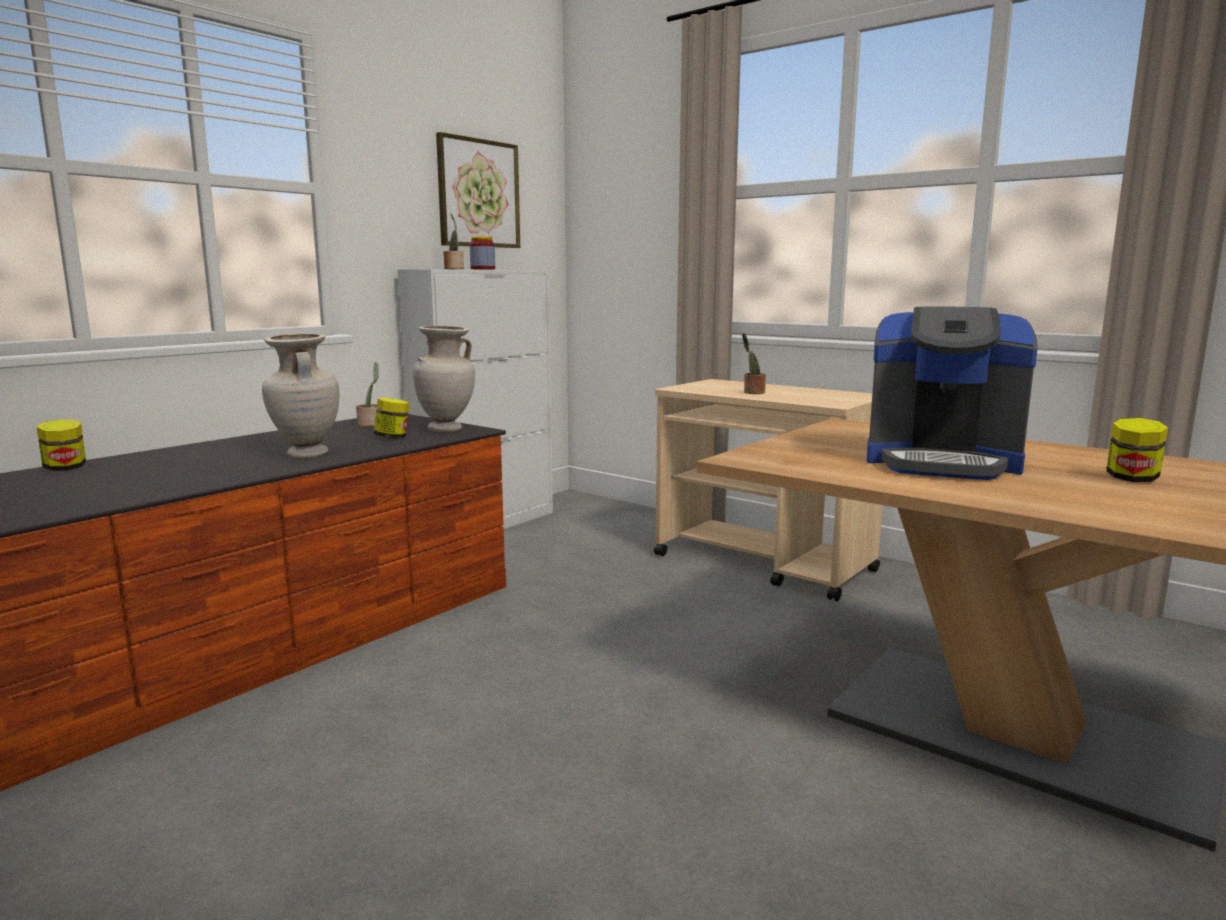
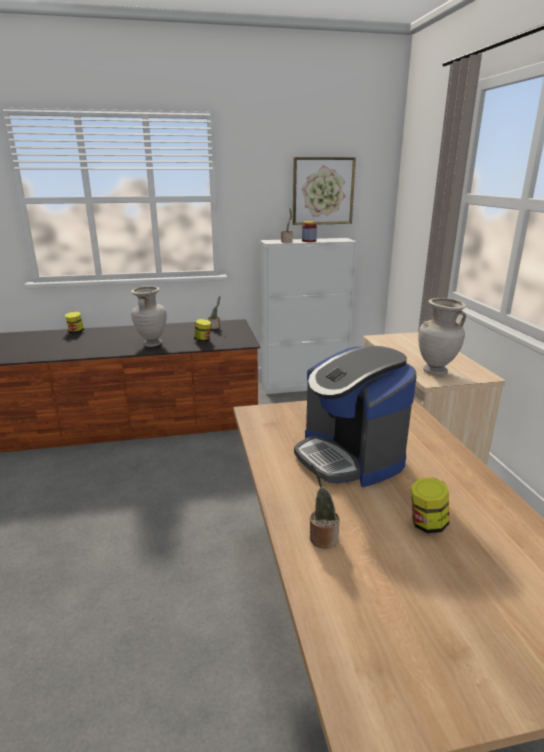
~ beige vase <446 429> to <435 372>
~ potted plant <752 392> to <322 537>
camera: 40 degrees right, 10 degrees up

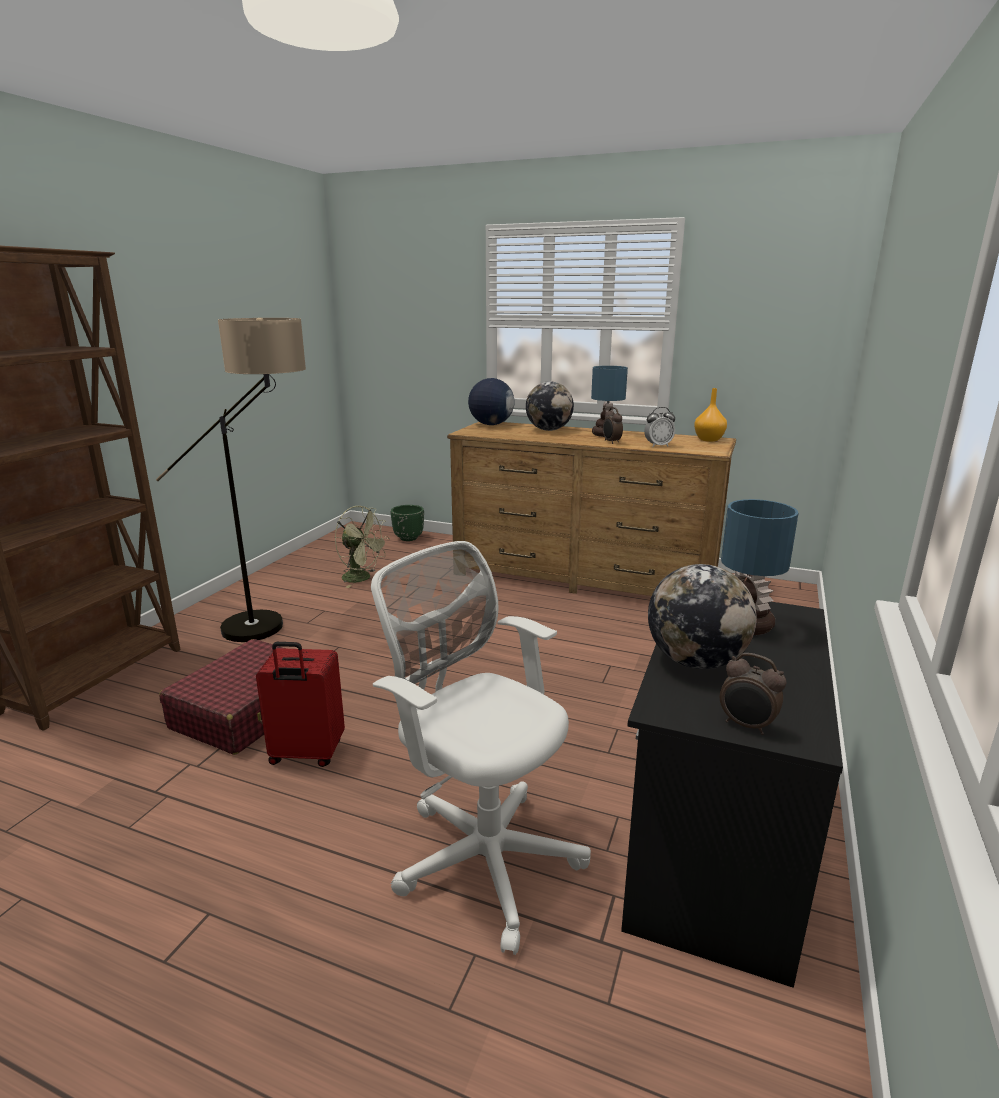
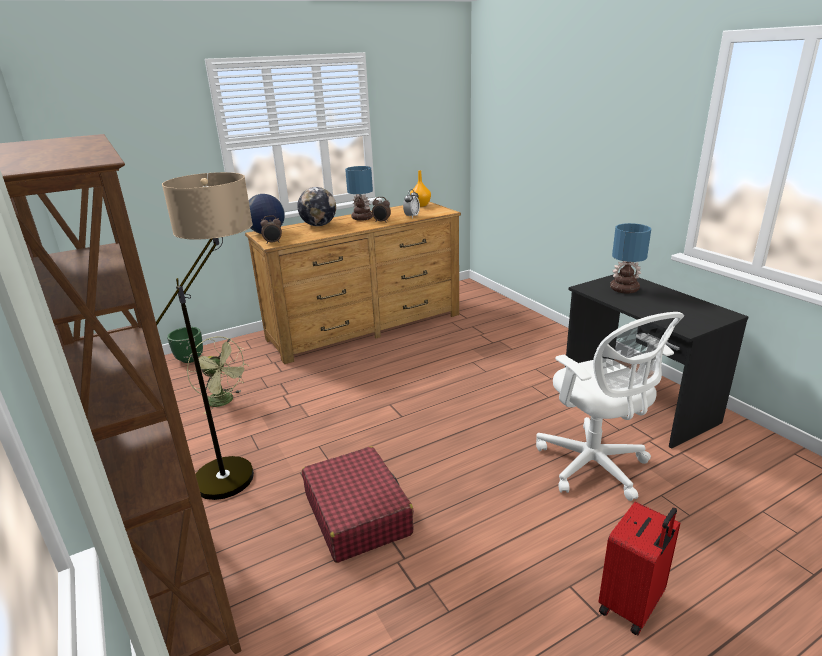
~ green fan <362 578> = <224 401> 60 degrees clockwise
~ white office chair <482 854> = <594 467> 105 degrees counterclockwise
- globe <695 662>
~ red suitcase <306 754> to <632 605>
~ alarm clock <746 725> to <273 243>
camera: 50 degrees left, 5 degrees up

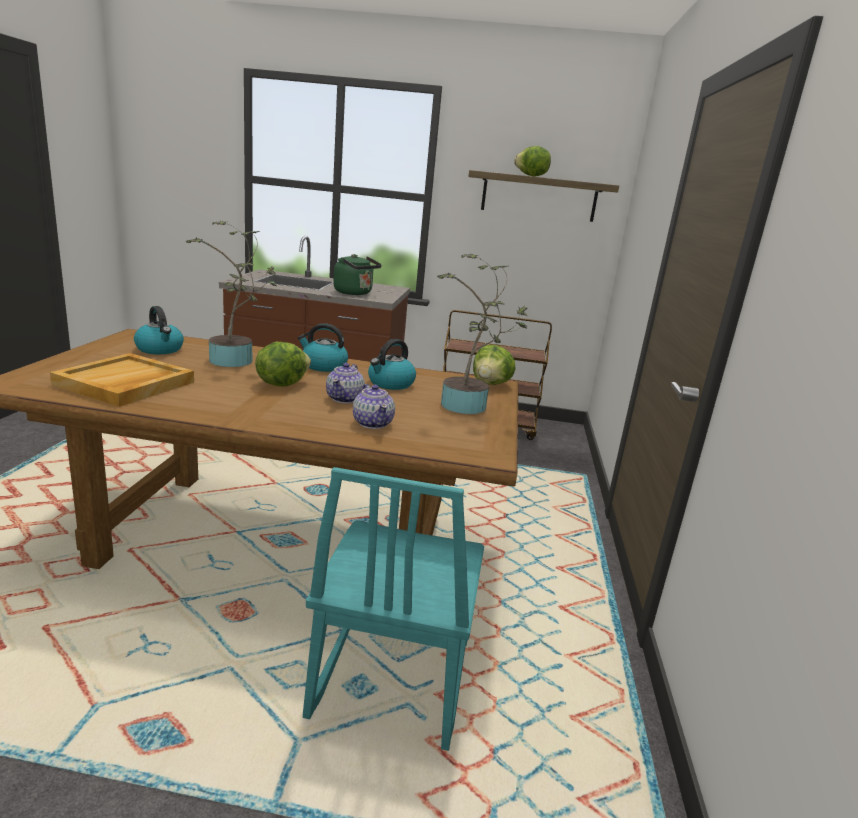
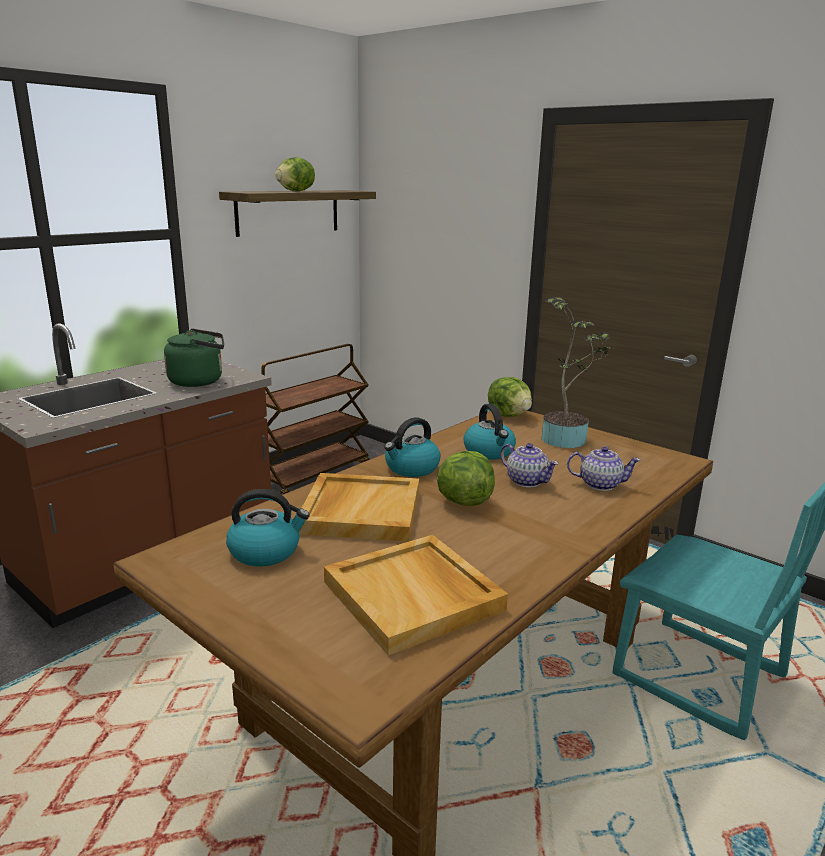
~ potted plant <236 361> to beige tray <360 510>
camera: 55 degrees left, 0 degrees up

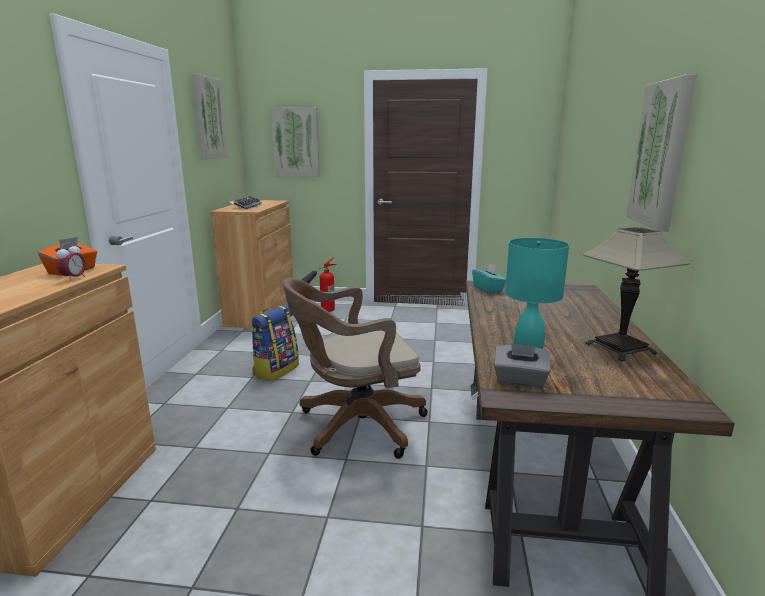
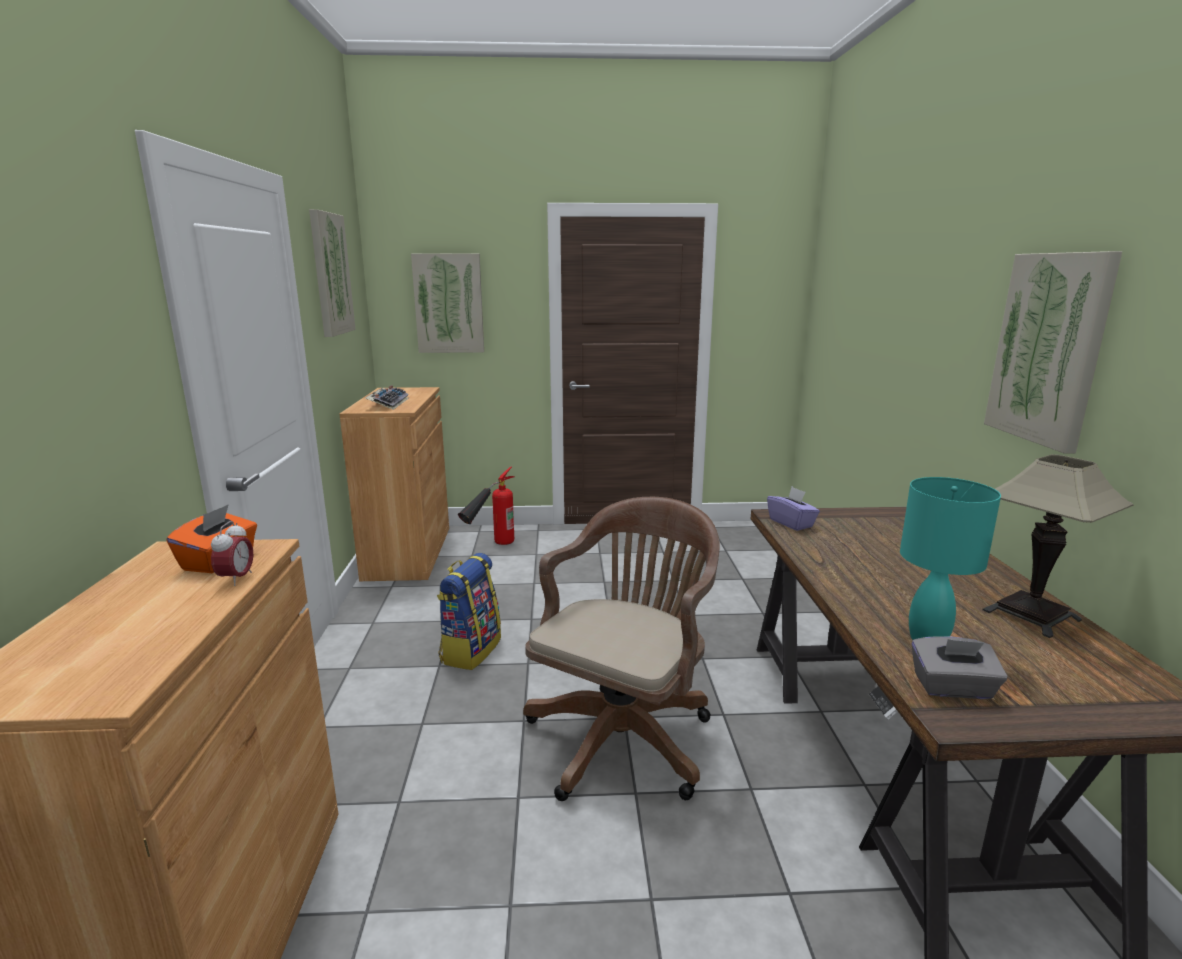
~ turquoise tissue box <488 289> to purple tissue box <791 523>
~ brown office chair <355 426> = <624 734> 150 degrees clockwise
camera: 10 degrees left, 0 degrees up

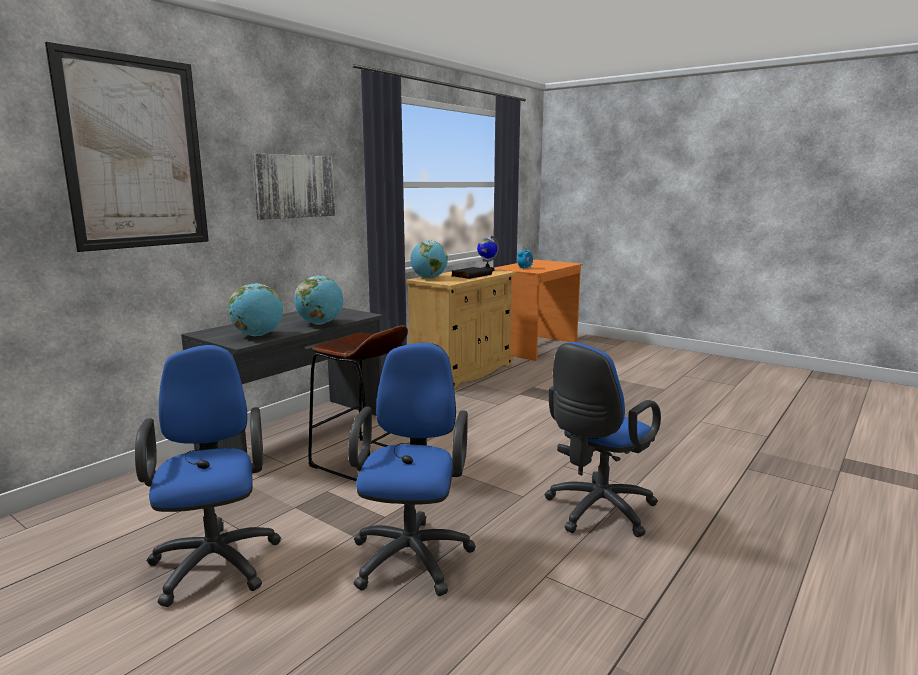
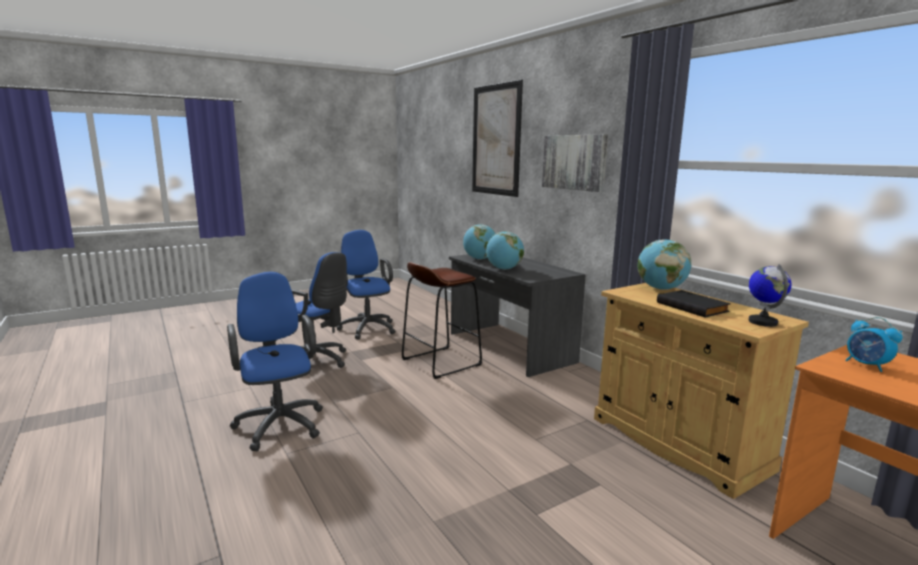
~ blue office chair <216 559> = <366 328> 120 degrees counterclockwise
camera: 110 degrees right, 0 degrees up

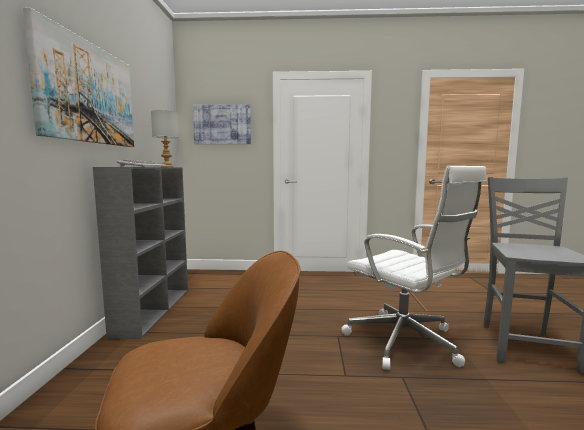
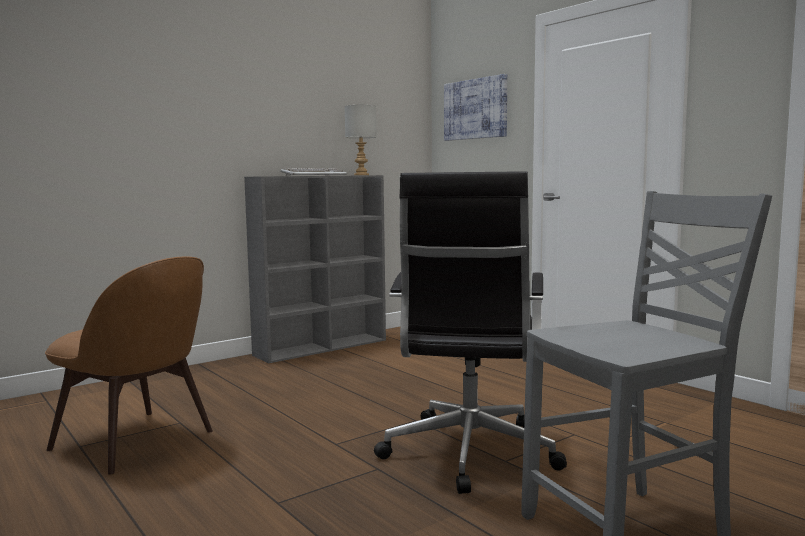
- picture <88 93>
~ white office chair <406 343> to black office chair <468 454>
camera: 50 degrees right, 0 degrees up

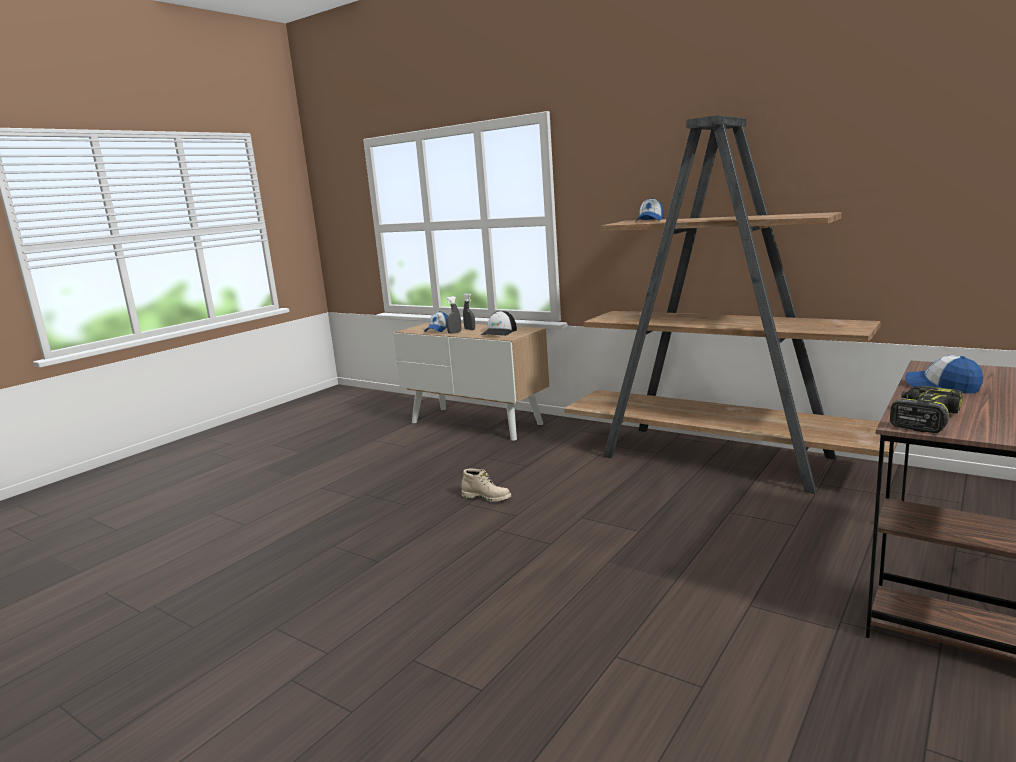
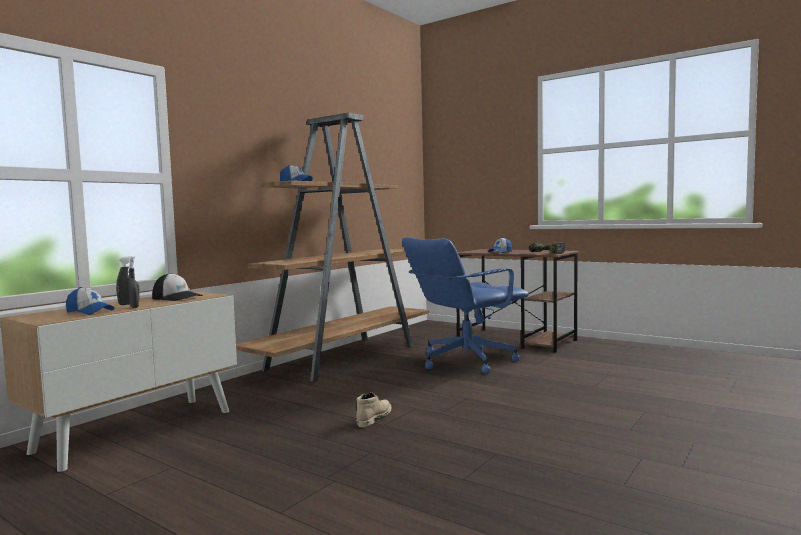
+ blue office chair <465 361>
camera: 90 degrees left, 10 degrees down

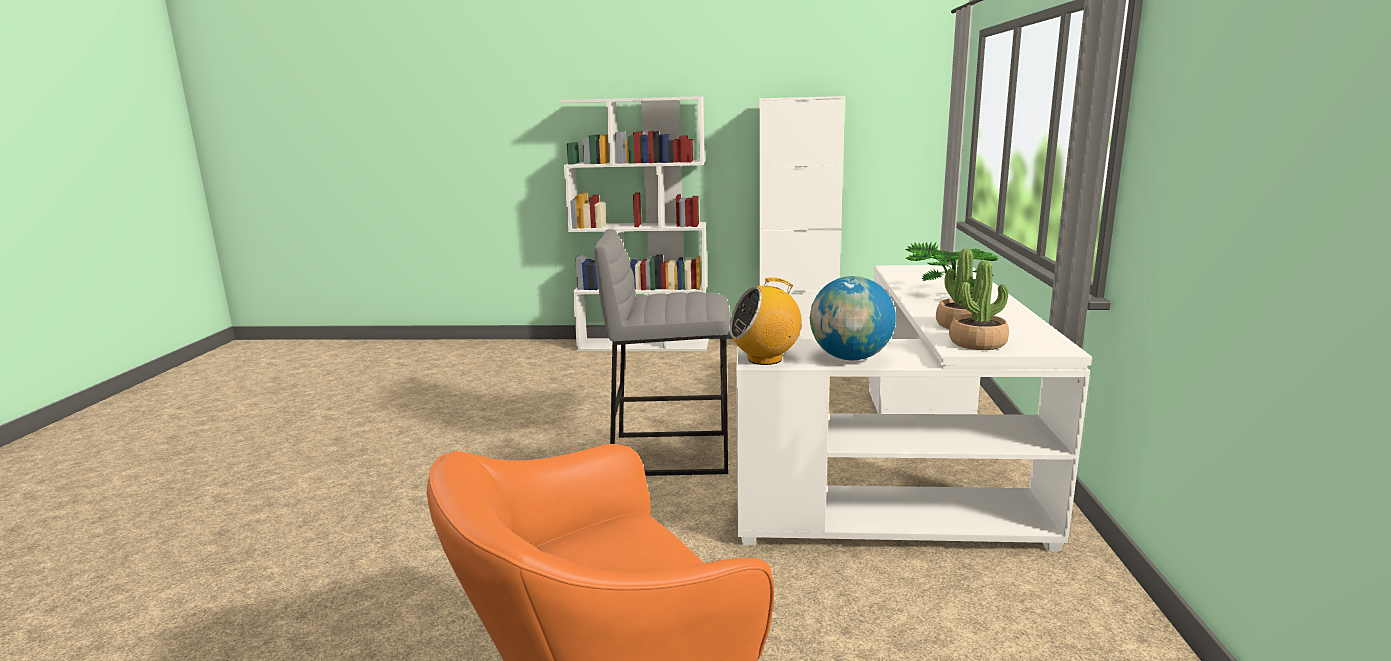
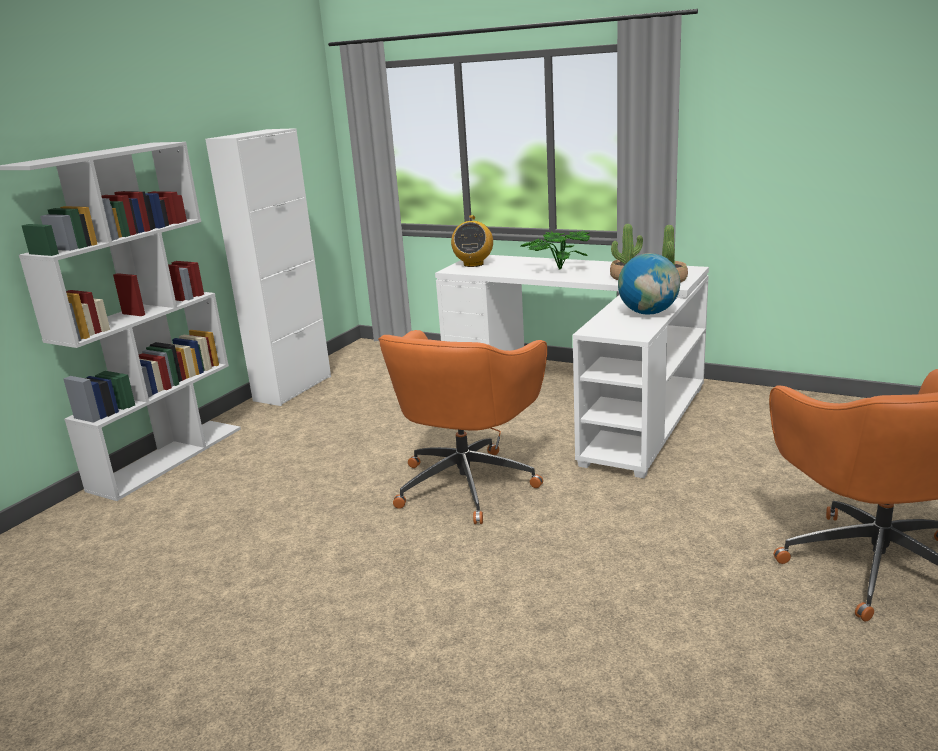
~ grey stool <670 453> to orange office chair <467 483>
~ radio <765 359> to <473 264>
camera: 65 degrees left, 5 degrees up

